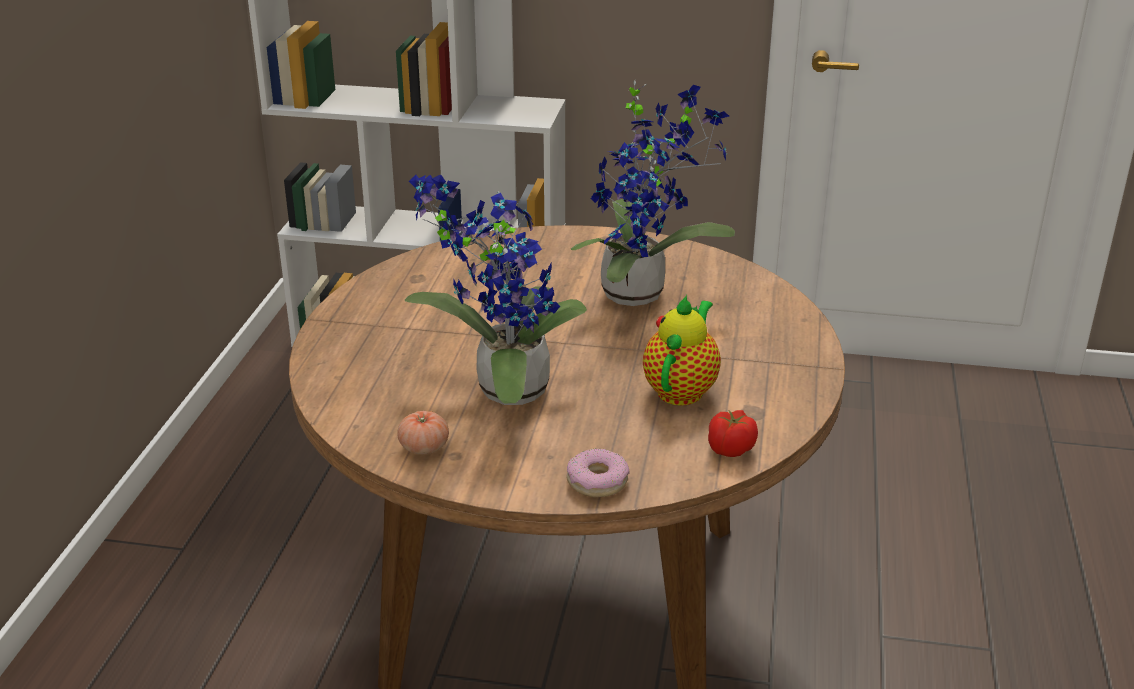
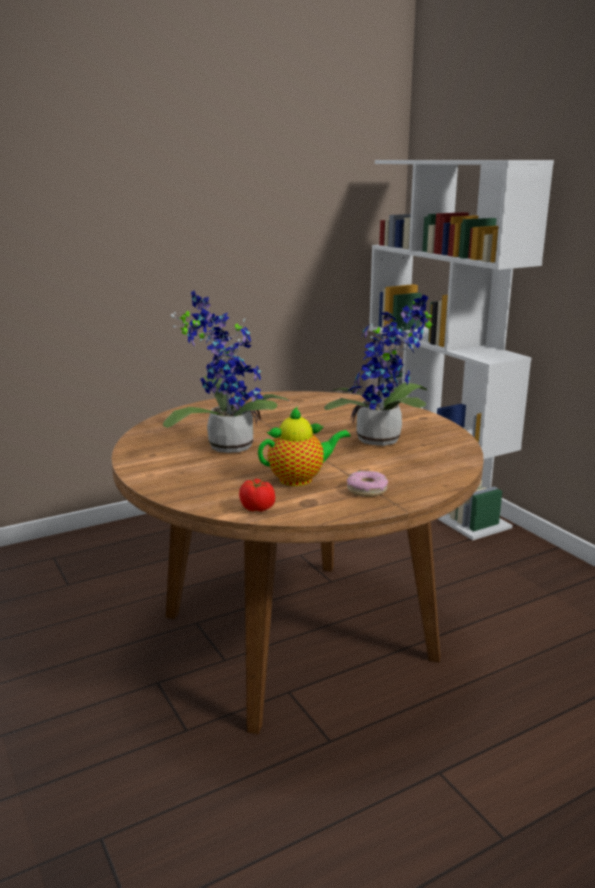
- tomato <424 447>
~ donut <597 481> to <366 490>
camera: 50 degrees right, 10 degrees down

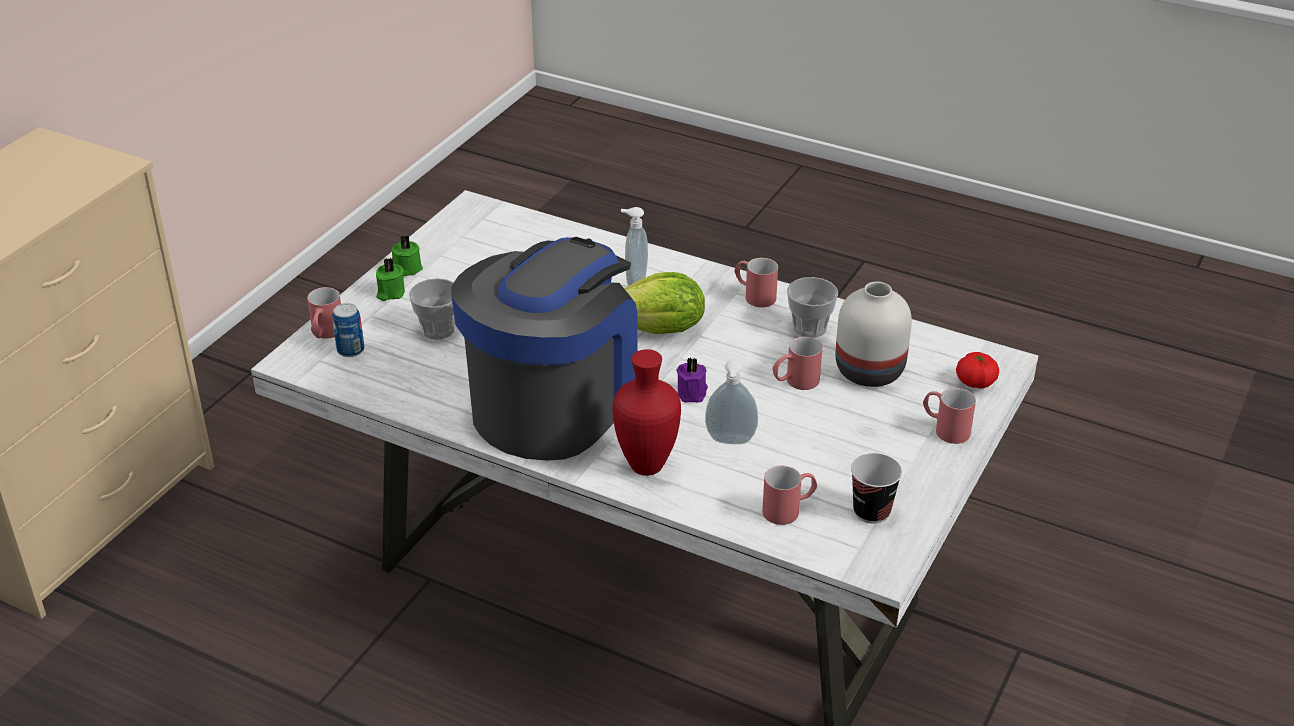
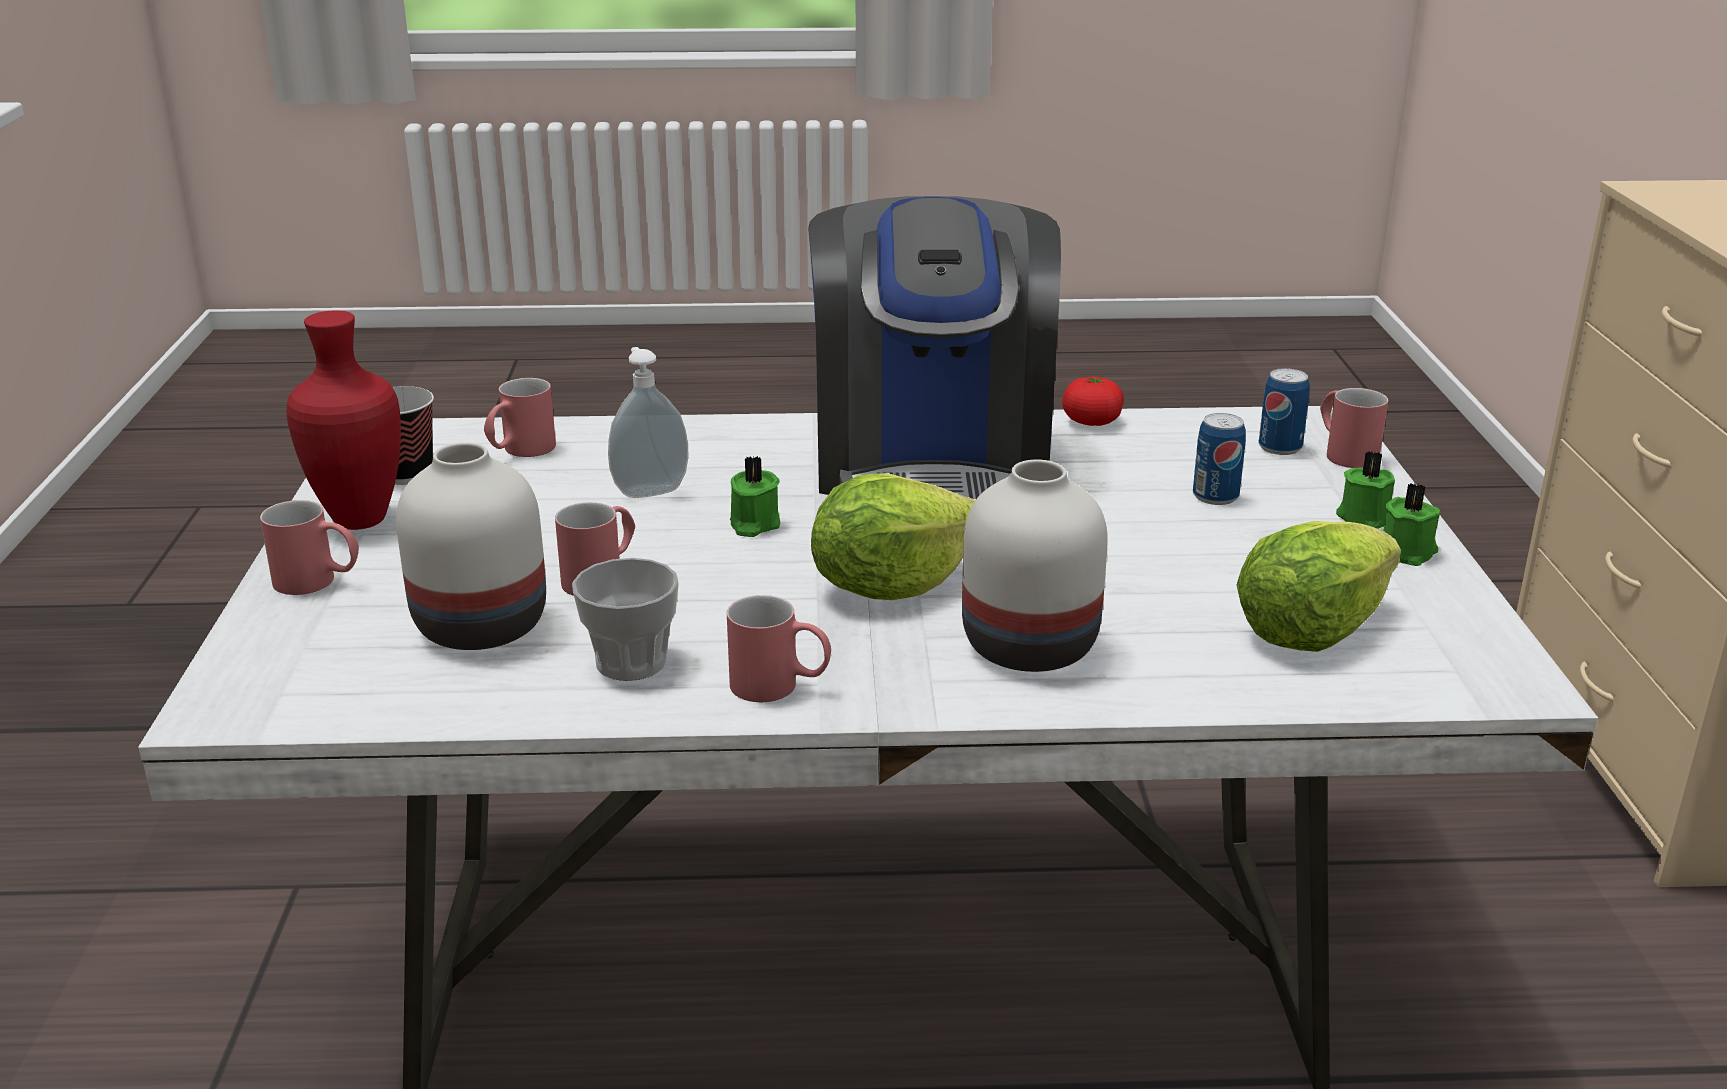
~ soap dispenser <634 281> to white vase <1026 645>
~ cup <438 329> to can <1215 496>
~ red vase <649 466> to <356 521>
~ tomato <975 382> to <1091 422>
~ purple candle <693 393> to green candle <753 525>
+ lettuce <1310 630>
camera: 150 degrees right, 10 degrees down

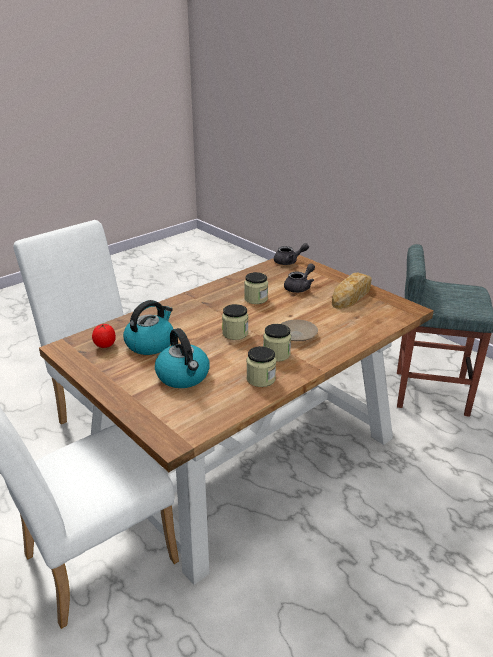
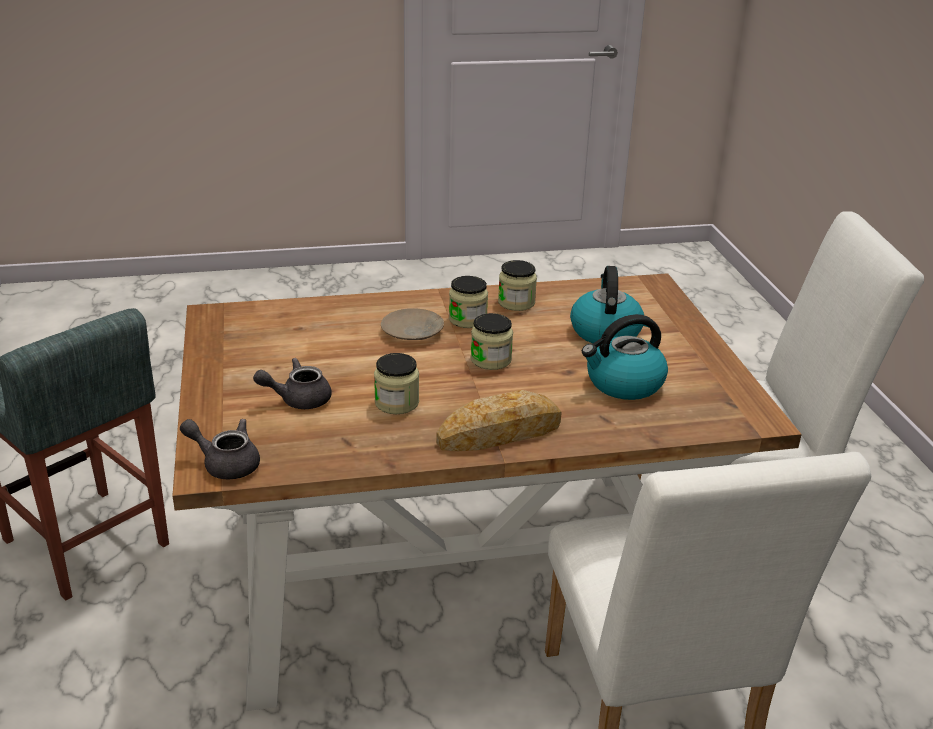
~ bread <352 295> to <499 432>
- tomato <105 346>
camera: 150 degrees left, 0 degrees up

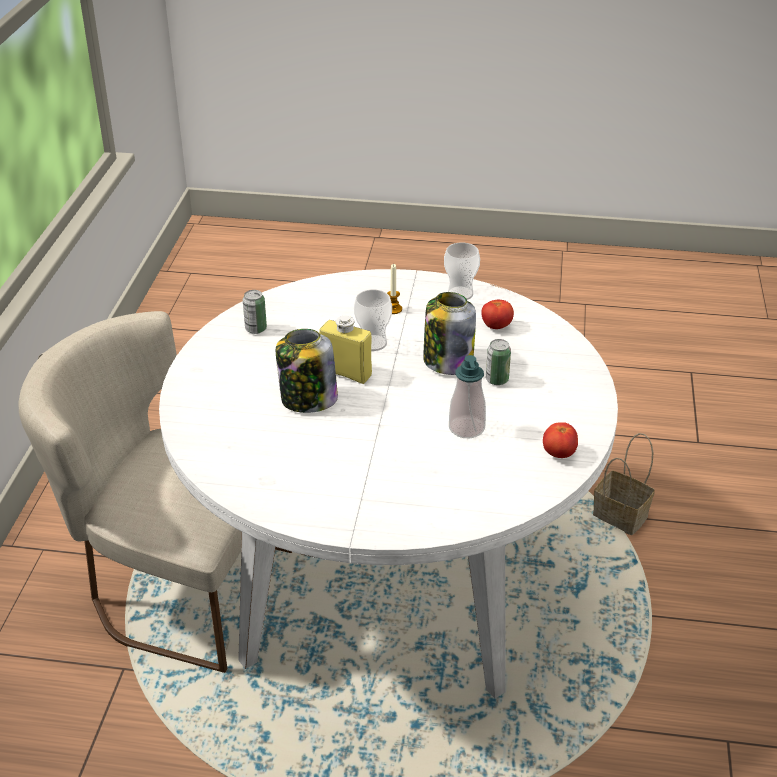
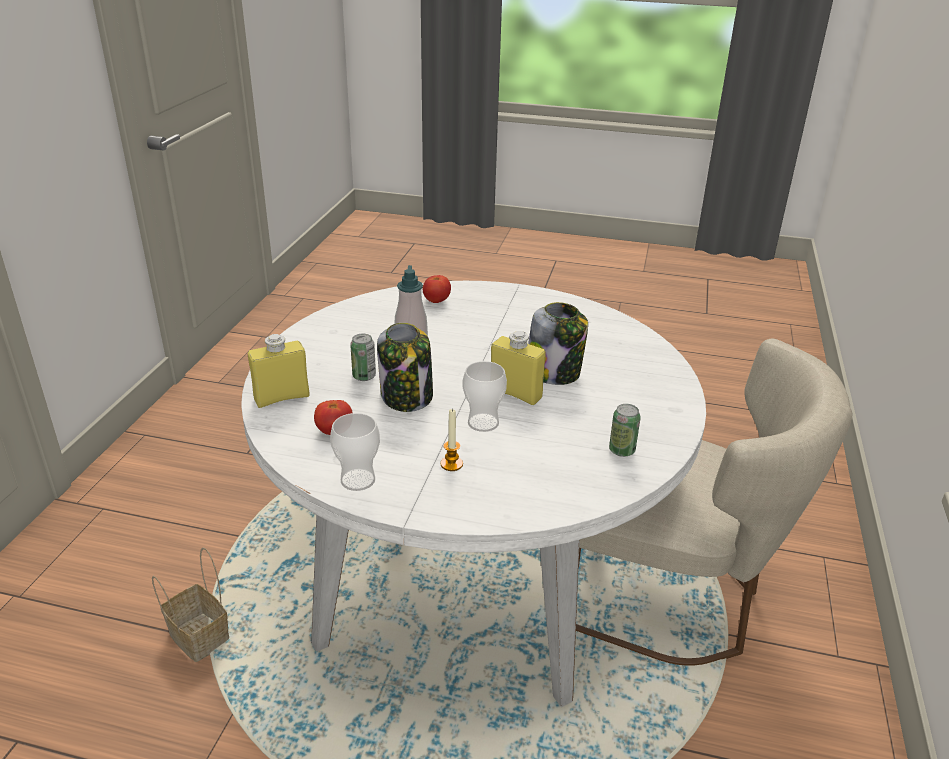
~ tomato <558 454> to <436 301>
+ yellow bottle <282 398>
camera: 175 degrees left, 5 degrees down

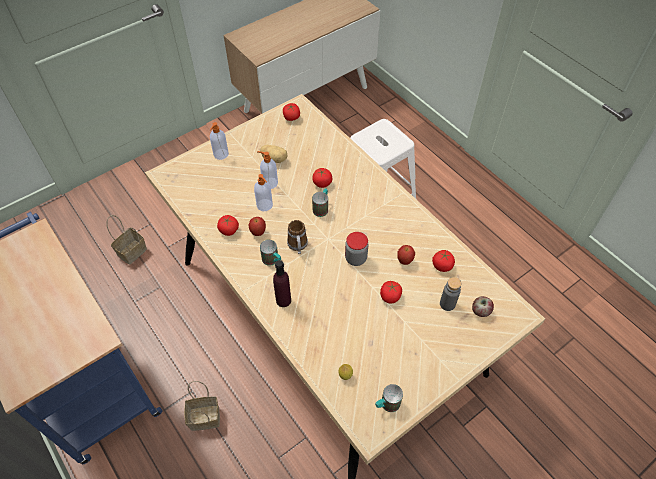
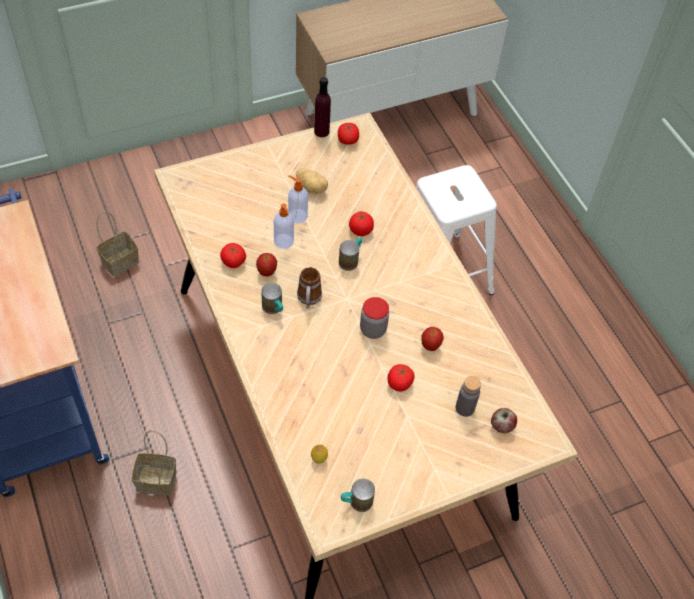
- soap dispenser <220 154>
- tomato <442 266>
~ purple bottle <283 300> to <321 131>
camera: 10 degrees right, 0 degrees up

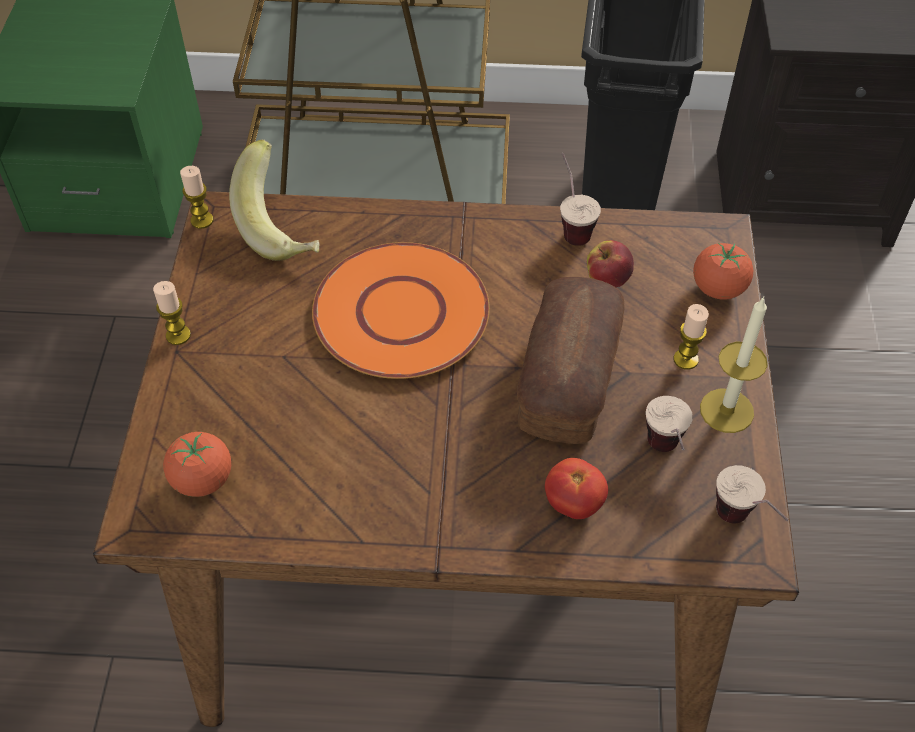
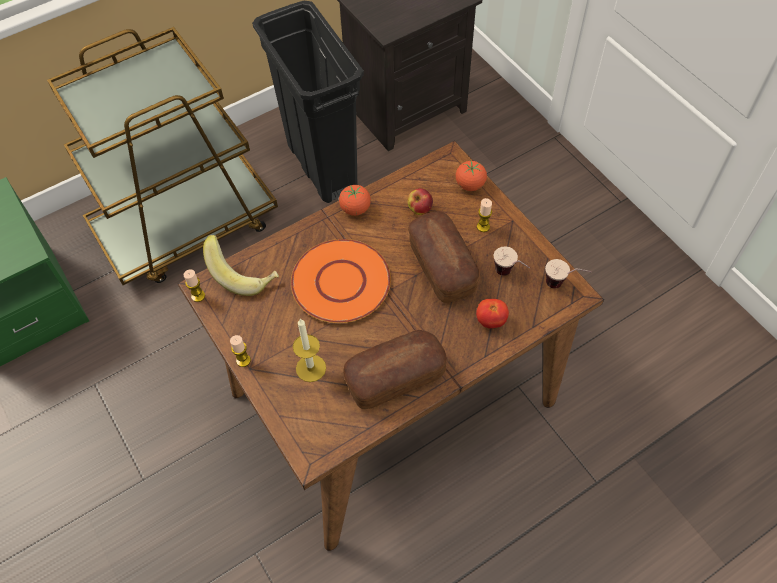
- cup <571 225>
~ candle <726 410> to <311 368>
~ tomato <202 480> to <355 209>
+ bread <395 377>
camera: 35 degrees left, 5 degrees up

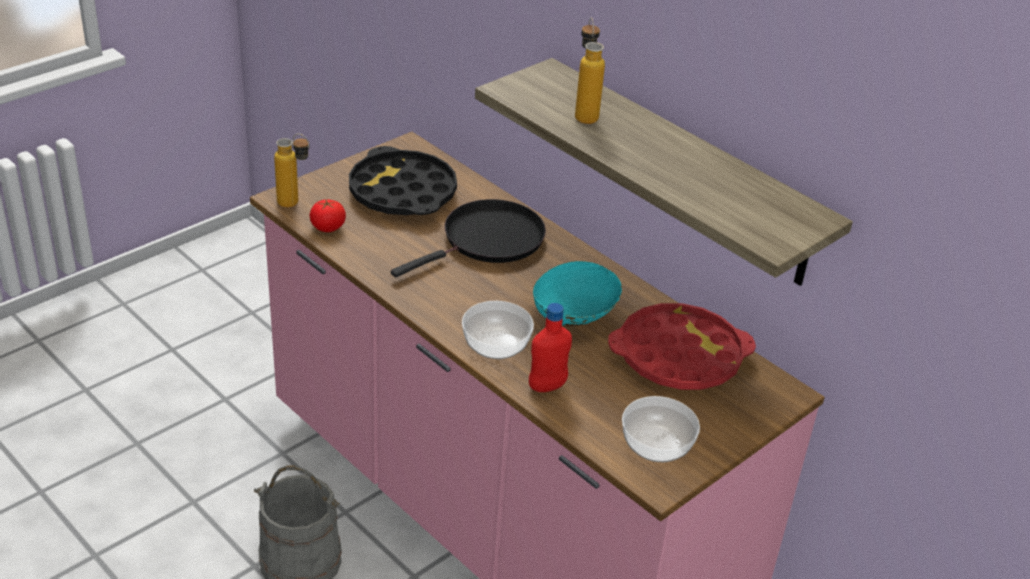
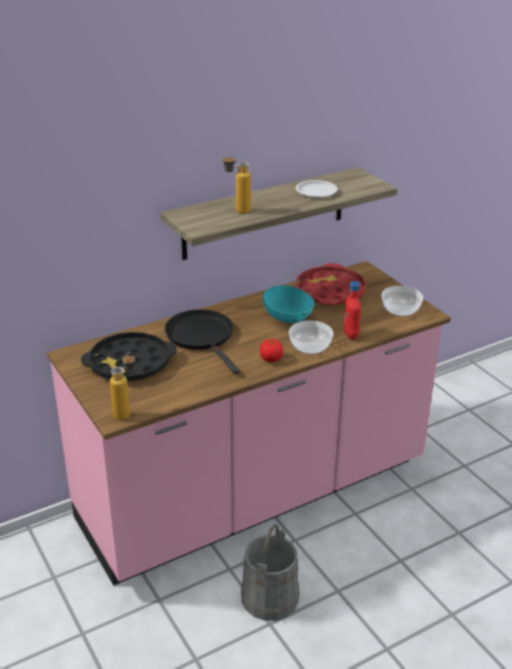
~ tomato <328 227> to <271 359>
+ white plate <316 192>
camera: 75 degrees left, 5 degrees down

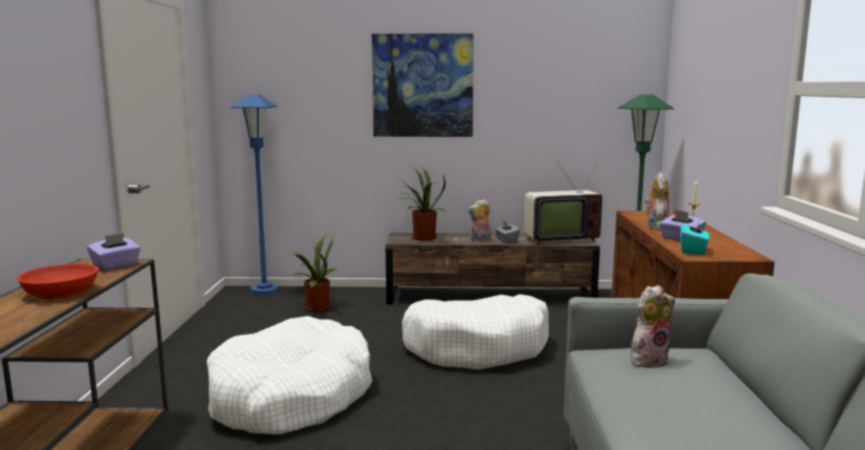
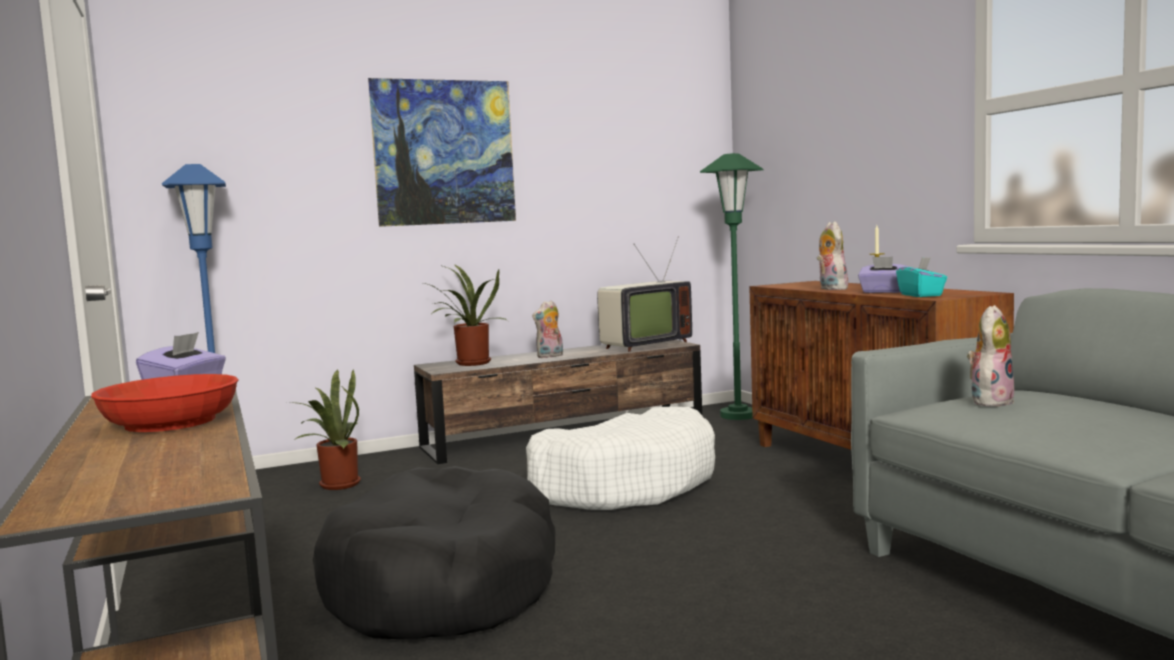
- grey tissue box <506 241>
~ white dog bed <291 397> to black dog bed <444 585>
camera: 25 degrees left, 5 degrees down

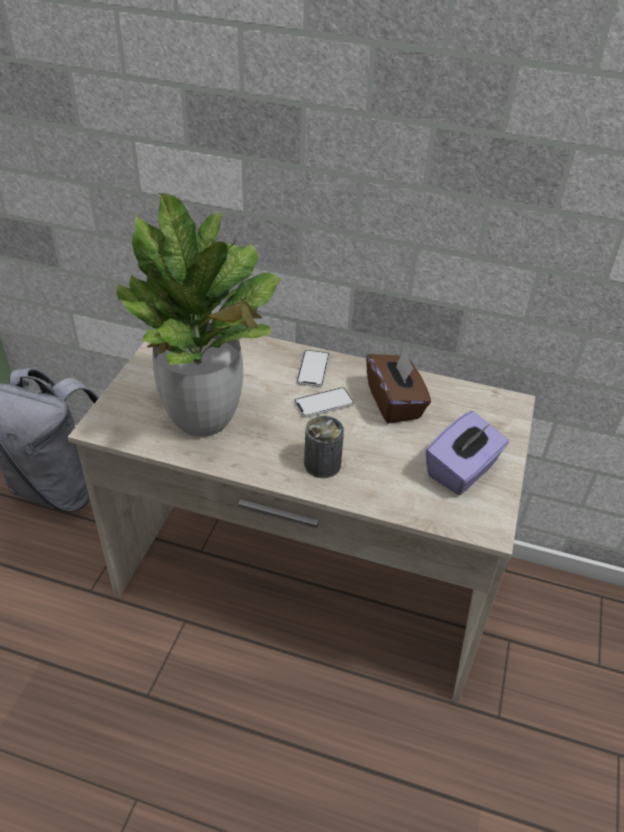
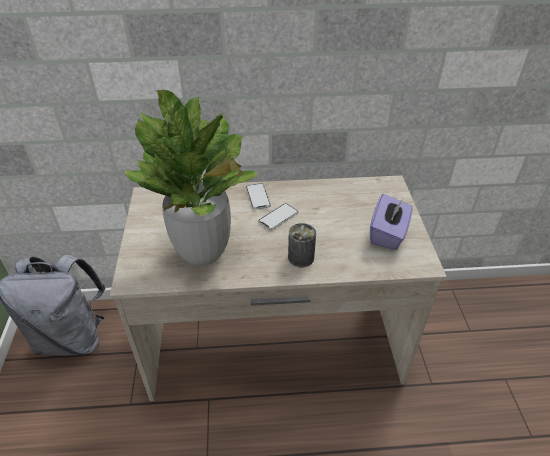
- brown tissue box <394 403>
camera: 20 degrees left, 0 degrees up

